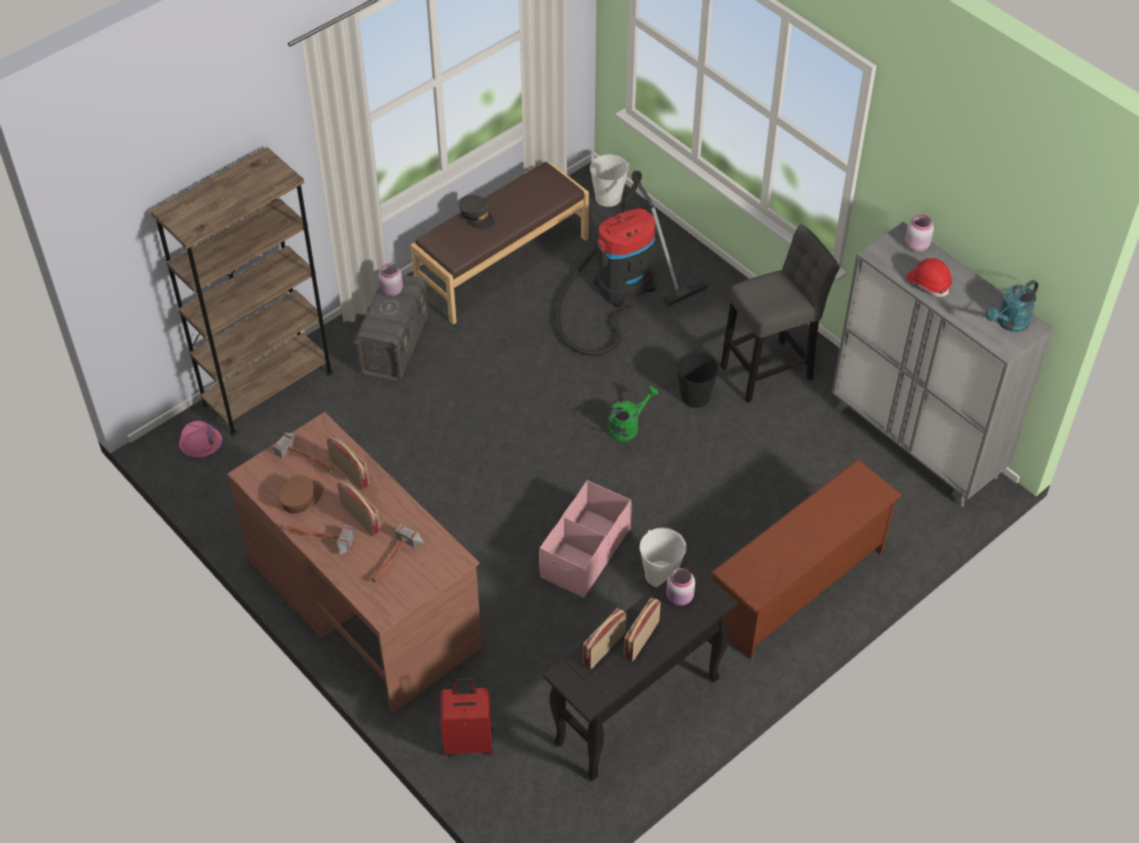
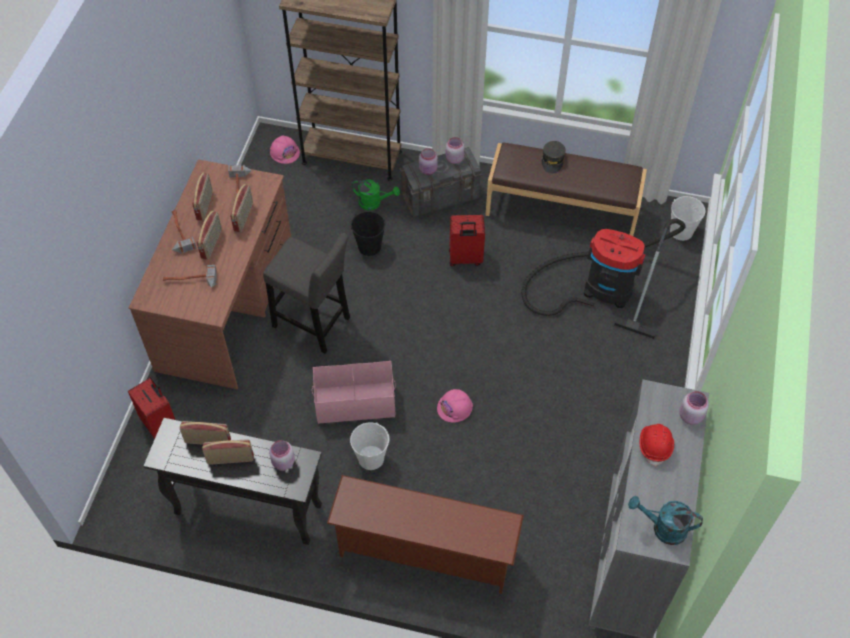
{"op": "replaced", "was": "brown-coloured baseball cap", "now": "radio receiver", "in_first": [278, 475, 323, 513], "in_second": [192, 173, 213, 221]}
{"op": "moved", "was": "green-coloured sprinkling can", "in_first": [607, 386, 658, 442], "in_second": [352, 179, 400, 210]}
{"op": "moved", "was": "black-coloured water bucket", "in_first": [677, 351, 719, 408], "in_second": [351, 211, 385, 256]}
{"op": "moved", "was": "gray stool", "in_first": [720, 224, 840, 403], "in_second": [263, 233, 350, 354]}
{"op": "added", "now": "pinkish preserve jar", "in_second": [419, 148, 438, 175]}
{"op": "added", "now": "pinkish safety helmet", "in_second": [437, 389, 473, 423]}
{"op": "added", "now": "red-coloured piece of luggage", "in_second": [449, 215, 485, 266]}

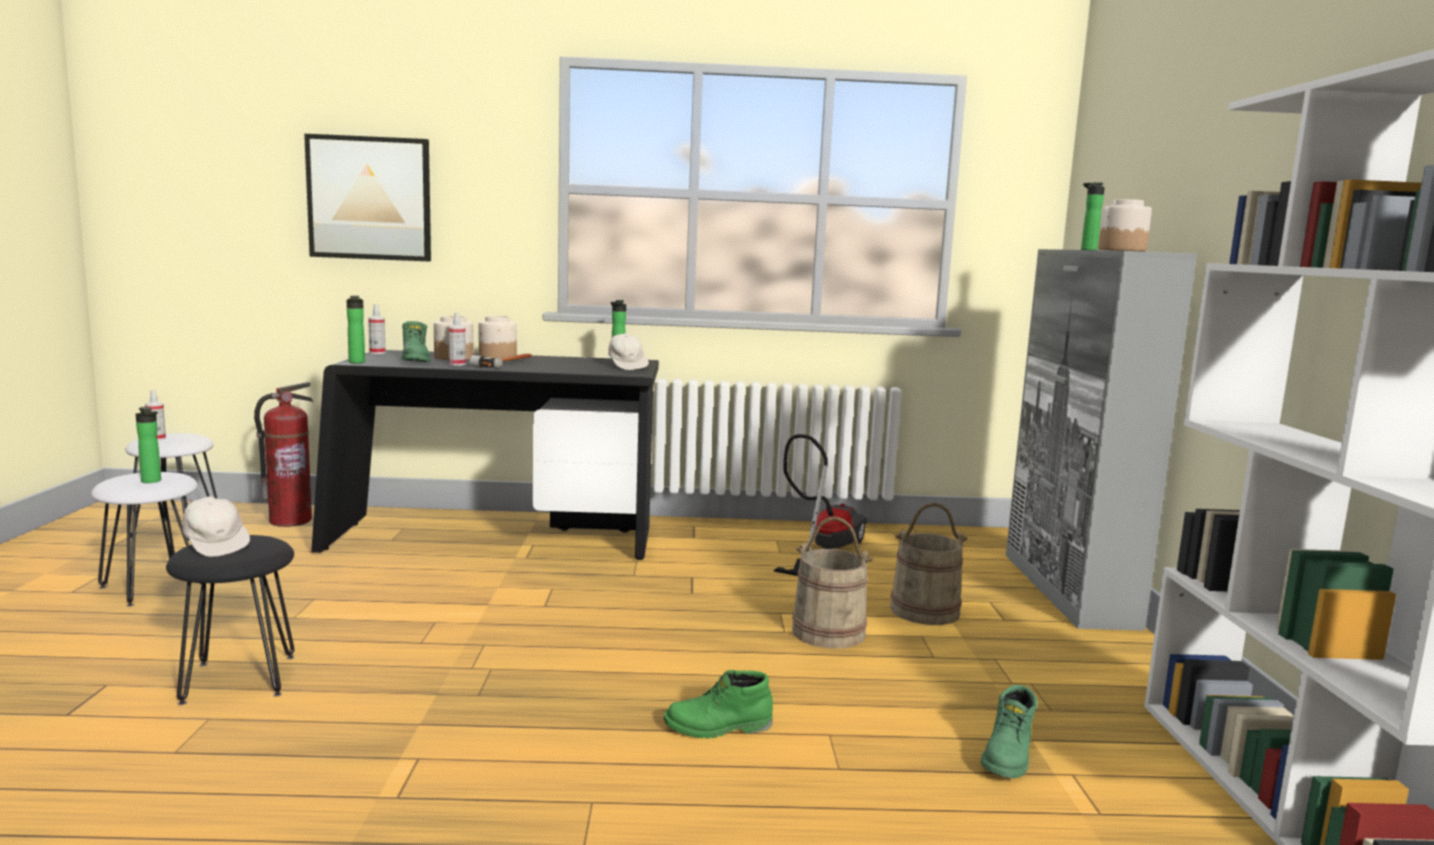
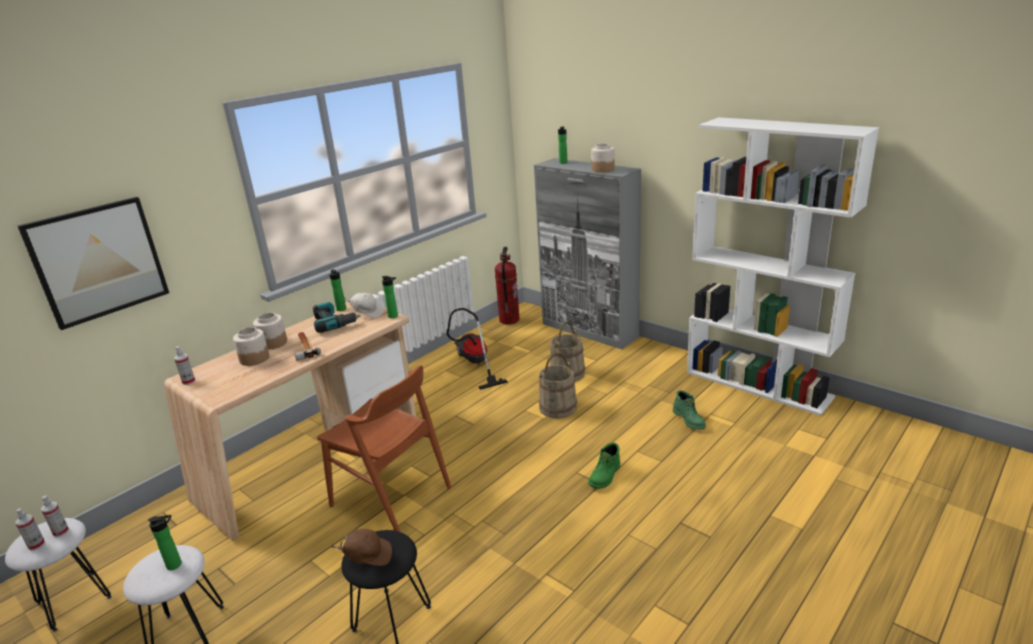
{"op": "recoloured", "was": "white-coloured baseball cap", "now": "brown-coloured baseball cap", "in_first": [183, 496, 250, 557], "in_second": [331, 529, 392, 566]}
{"op": "moved", "was": "extinguisher", "in_first": [254, 382, 314, 527], "in_second": [495, 247, 520, 325]}
{"op": "recoloured", "was": "black-coloured desk unit", "now": "beige desk unit", "in_first": [311, 350, 659, 560], "in_second": [164, 302, 416, 541]}
{"op": "moved", "was": "beverage bottle", "in_first": [347, 296, 365, 363], "in_second": [382, 276, 398, 318]}
{"op": "removed", "was": "green-coloured high-top boot", "in_first": [401, 321, 431, 362]}
{"op": "moved", "was": "spray bottle", "in_first": [448, 312, 466, 366], "in_second": [41, 496, 69, 537]}
{"op": "added", "now": "electric drill", "in_second": [313, 302, 360, 333]}
{"op": "added", "now": "brown-coloured plain chair", "in_second": [317, 366, 451, 532]}

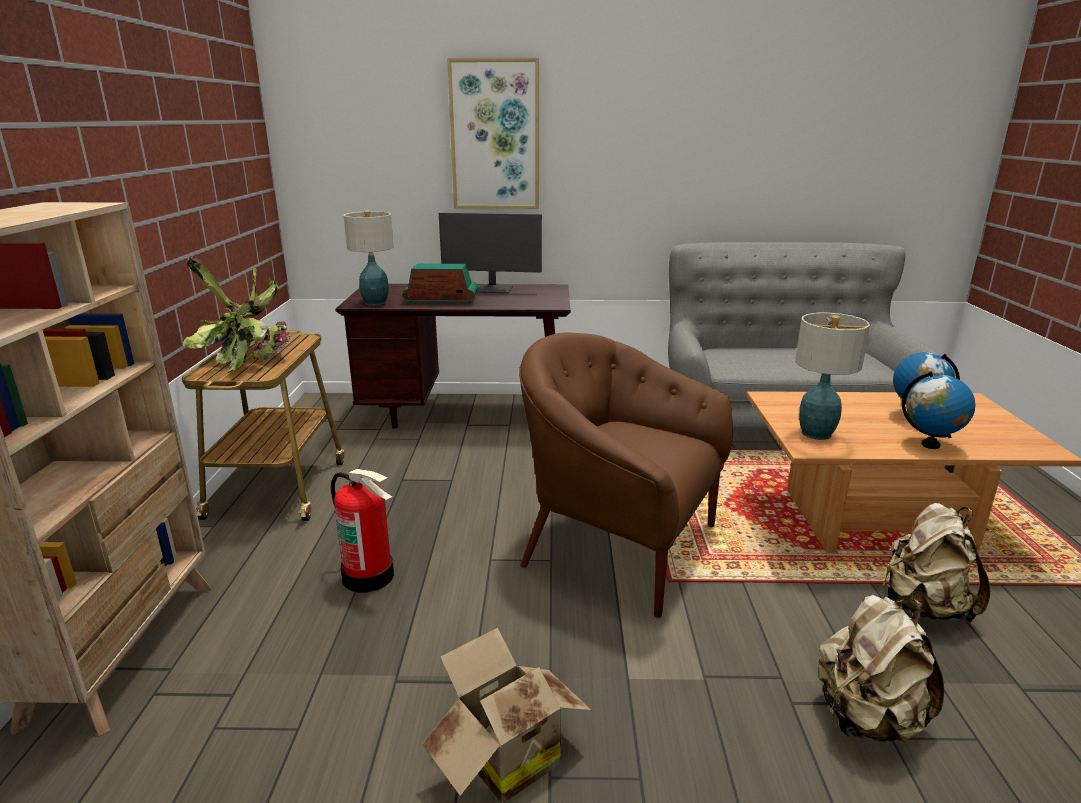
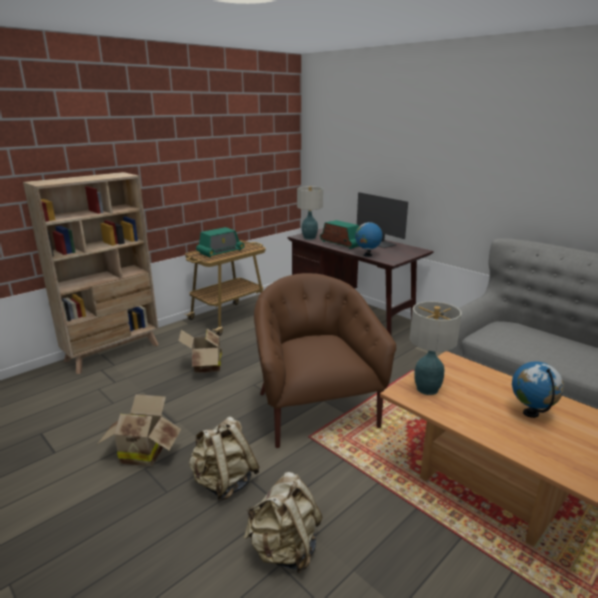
{"op": "replaced", "was": "potted plant", "now": "radio receiver", "in_first": [183, 256, 290, 373], "in_second": [196, 227, 245, 258]}
{"op": "replaced", "was": "extinguisher", "now": "packing box", "in_first": [331, 469, 394, 593], "in_second": [178, 328, 222, 373]}
{"op": "removed", "was": "picture", "in_first": [447, 58, 539, 209]}
{"op": "moved", "was": "beige backpack", "in_first": [882, 503, 991, 623], "in_second": [189, 416, 259, 501]}
{"op": "moved", "was": "world globe", "in_first": [902, 371, 975, 449], "in_second": [355, 220, 383, 257]}

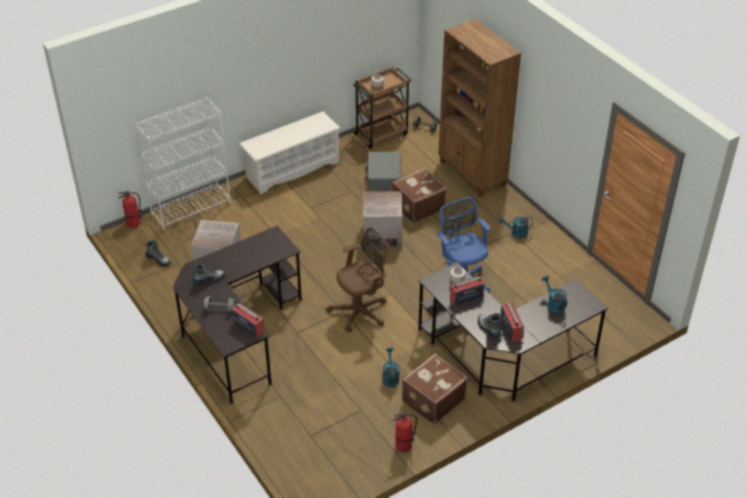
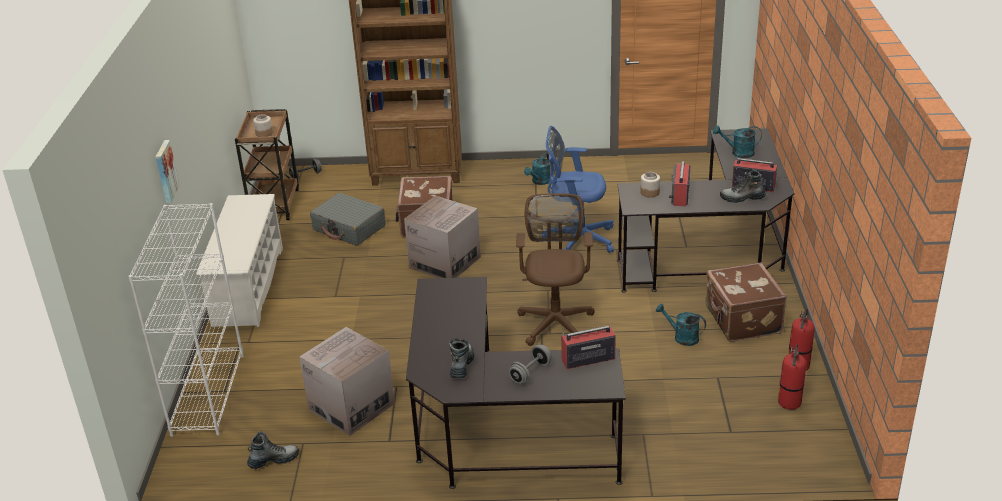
{"op": "moved", "was": "extinguisher", "in_first": [118, 191, 141, 228], "in_second": [778, 344, 806, 410]}
{"op": "added", "now": "picture", "in_second": [156, 140, 180, 203]}

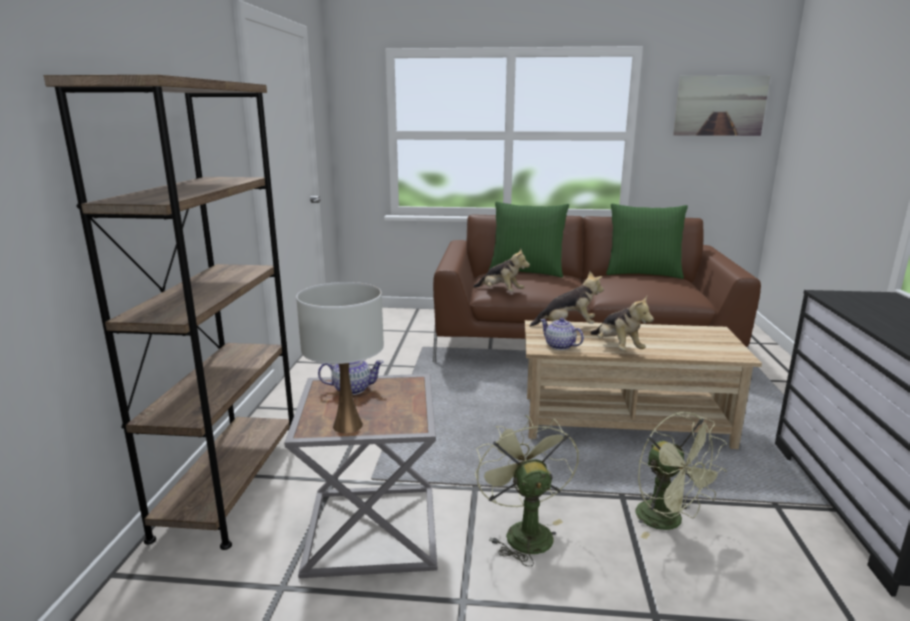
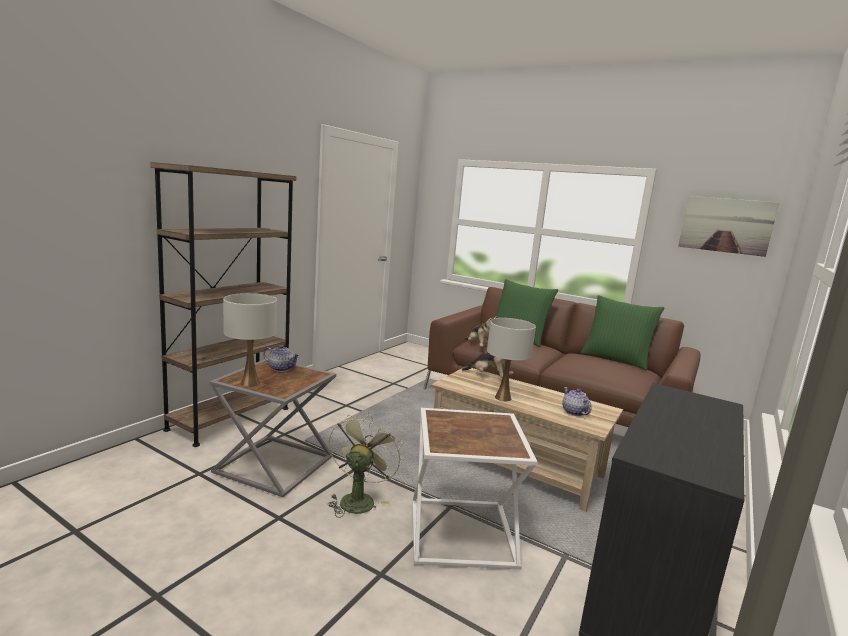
{"op": "moved", "was": "tea pot", "in_first": [540, 318, 584, 350], "in_second": [562, 387, 592, 416]}
{"op": "replaced", "was": "plush toy", "now": "white-coloured lamp for a table", "in_first": [590, 296, 654, 351], "in_second": [487, 318, 536, 401]}
{"op": "replaced", "was": "green-coloured cooling fan", "now": "white-coloured accent table", "in_first": [635, 412, 727, 539], "in_second": [412, 408, 538, 569]}

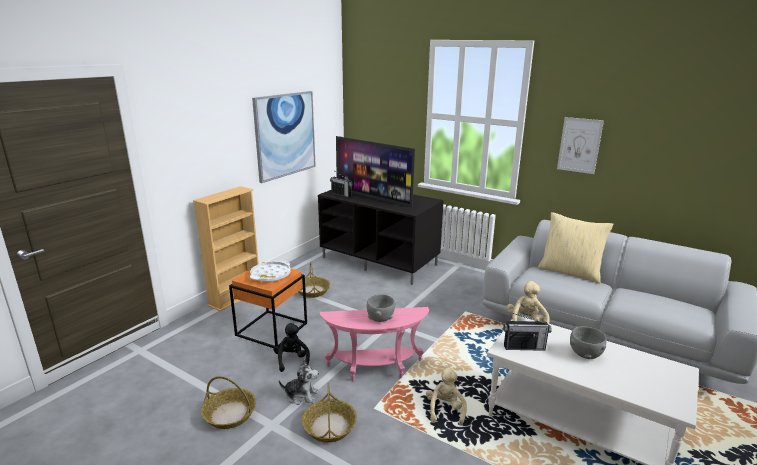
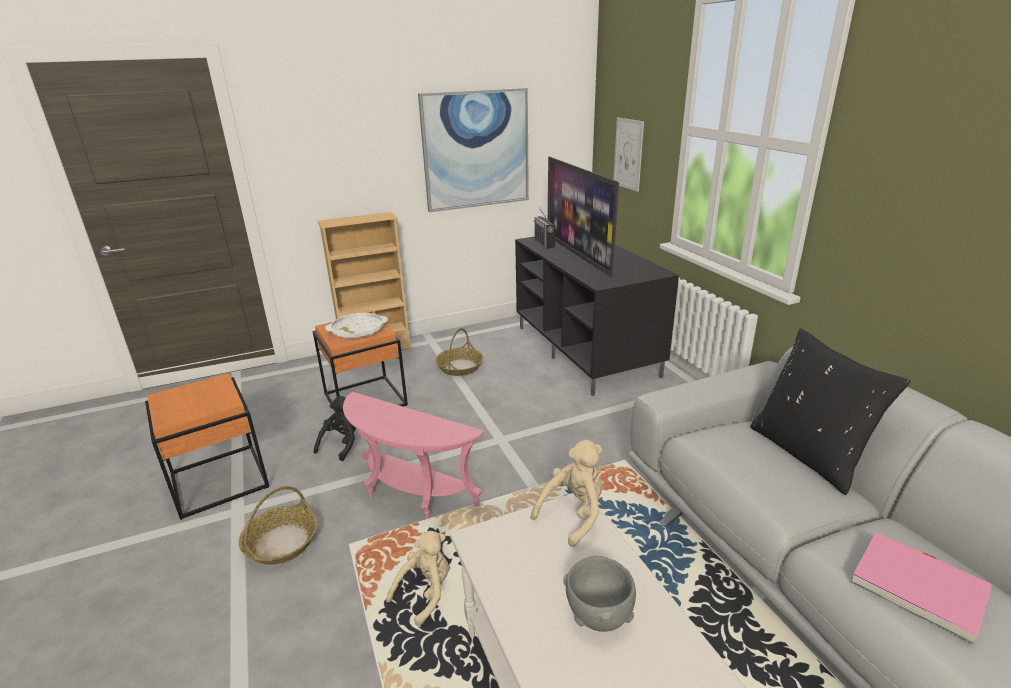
{"op": "replaced", "was": "basket", "now": "orange-coloured accent table", "in_first": [201, 376, 256, 429], "in_second": [145, 373, 270, 520]}
{"op": "removed", "was": "plush toy", "in_first": [279, 359, 319, 405]}
{"op": "removed", "was": "gray serving bowl", "in_first": [367, 294, 396, 322]}
{"op": "removed", "was": "radio receiver", "in_first": [503, 313, 552, 351]}
{"op": "recoloured", "was": "beige cushion", "now": "black-coloured cushion", "in_first": [538, 212, 613, 284], "in_second": [750, 328, 910, 495]}
{"op": "moved", "was": "picture", "in_first": [557, 117, 604, 174], "in_second": [613, 118, 644, 192]}
{"op": "added", "now": "pinkish bound book", "in_second": [851, 533, 992, 644]}

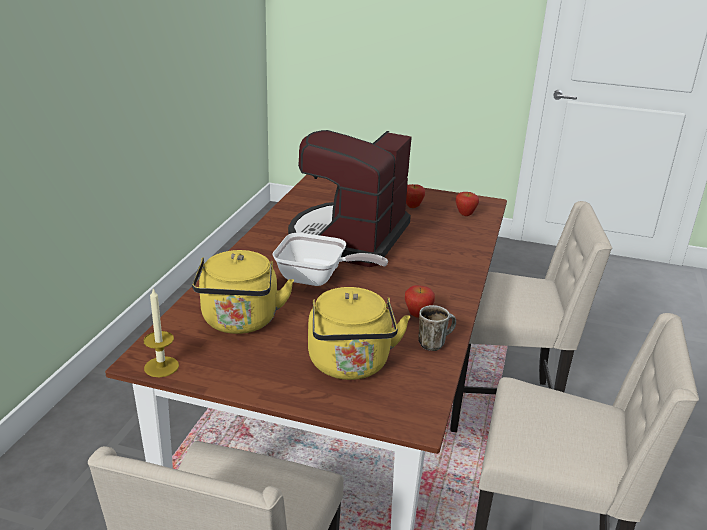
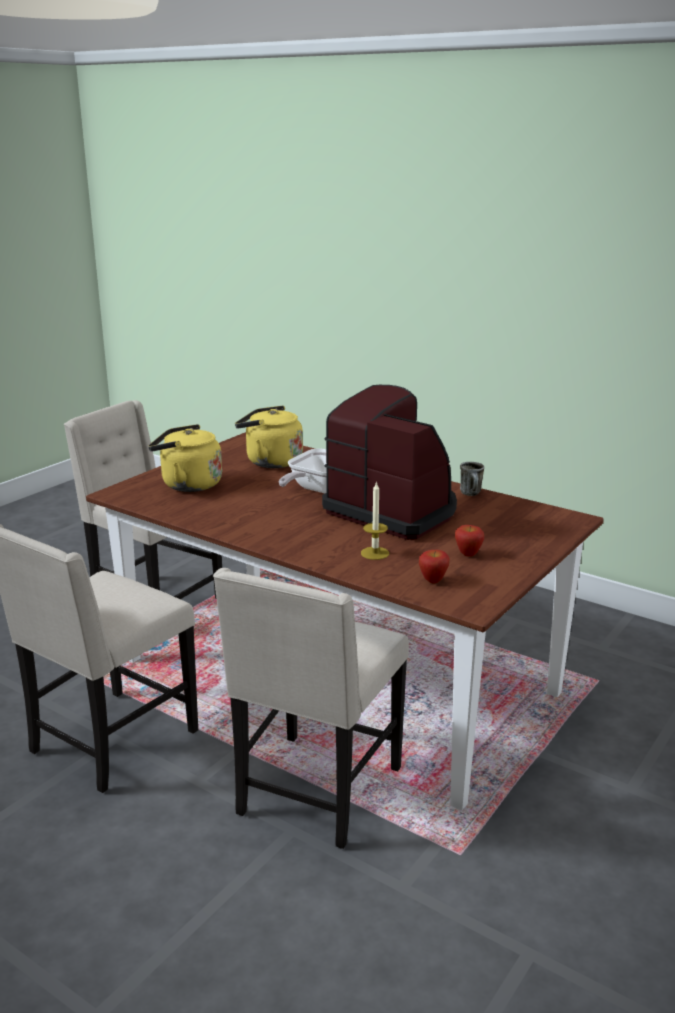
{"op": "moved", "was": "wax candle", "in_first": [144, 289, 179, 377], "in_second": [361, 481, 389, 560]}
{"op": "removed", "was": "apple", "in_first": [405, 285, 435, 318]}
{"op": "moved", "was": "tea mug", "in_first": [418, 305, 456, 351], "in_second": [460, 462, 484, 496]}

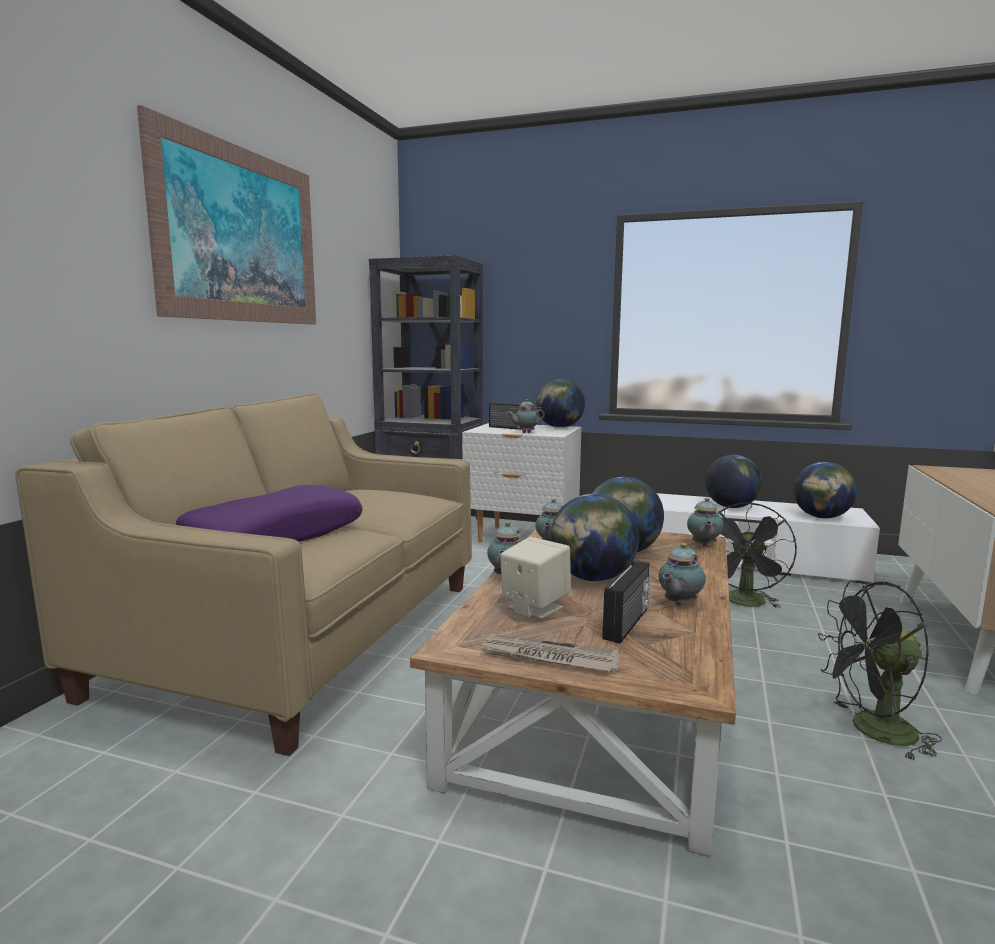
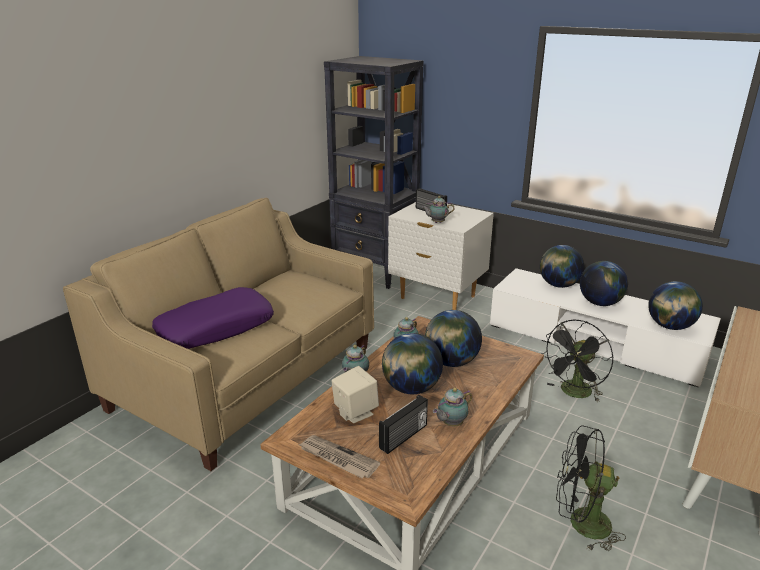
{"op": "removed", "was": "picture", "in_first": [137, 105, 316, 325]}
{"op": "moved", "was": "world globe", "in_first": [536, 379, 585, 428], "in_second": [540, 245, 584, 288]}
{"op": "removed", "was": "tea pot", "in_first": [687, 497, 724, 547]}

